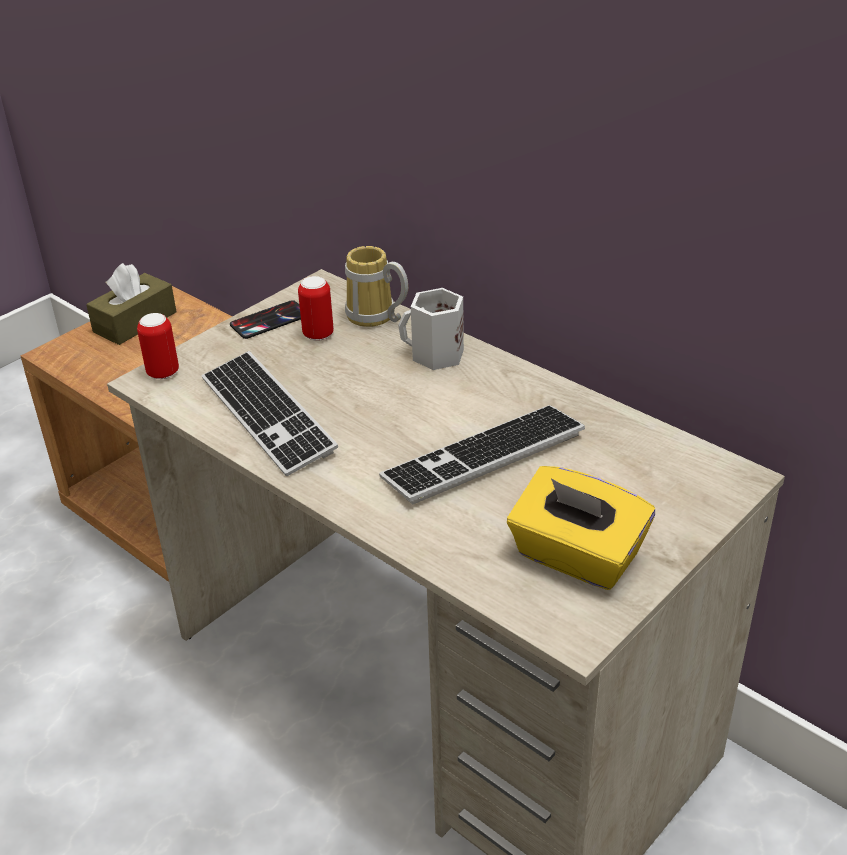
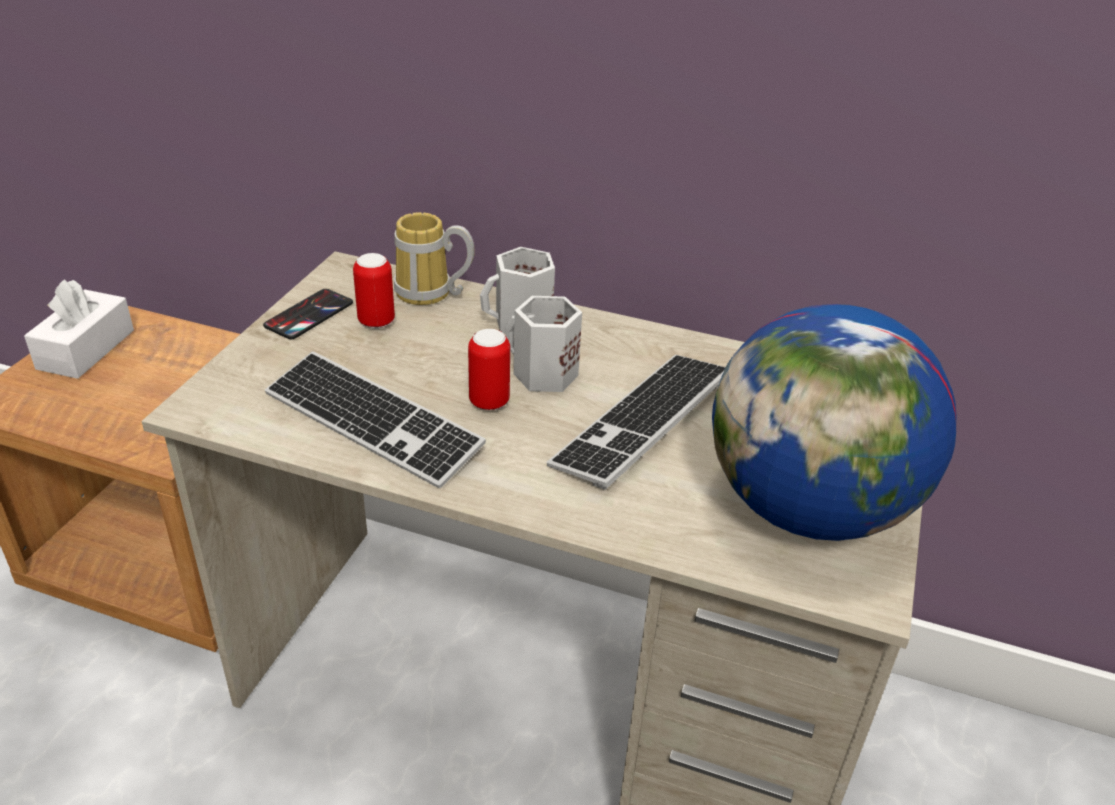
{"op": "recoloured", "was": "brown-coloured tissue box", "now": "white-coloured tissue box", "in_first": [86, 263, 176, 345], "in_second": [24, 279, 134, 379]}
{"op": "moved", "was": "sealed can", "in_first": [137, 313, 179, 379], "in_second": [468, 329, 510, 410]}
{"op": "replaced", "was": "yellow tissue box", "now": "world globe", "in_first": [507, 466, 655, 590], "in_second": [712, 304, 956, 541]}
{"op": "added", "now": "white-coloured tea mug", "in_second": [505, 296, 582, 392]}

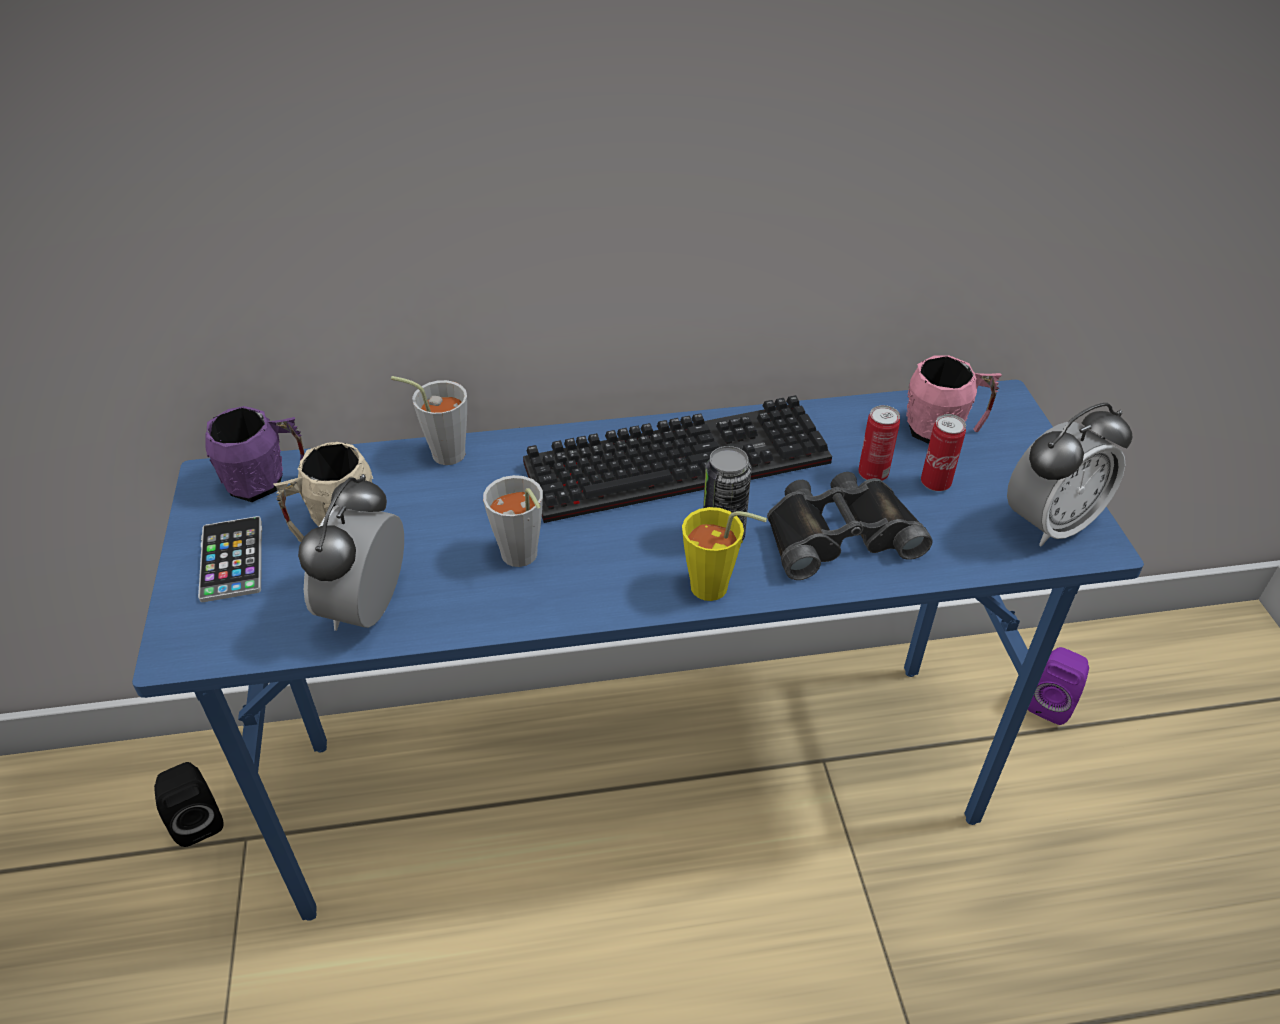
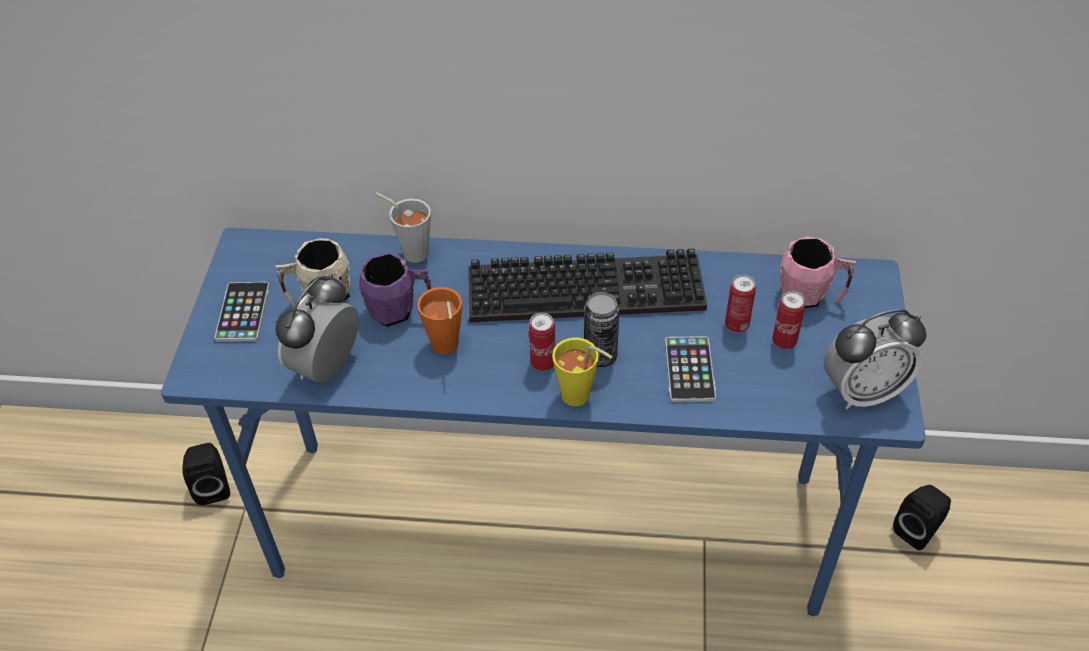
{"op": "moved", "was": "purple-coloured tea mug", "in_first": [205, 406, 304, 502], "in_second": [359, 253, 432, 327]}
{"op": "recoloured", "was": "gray small cup", "now": "orange-coloured small cup", "in_first": [483, 475, 543, 567], "in_second": [417, 287, 462, 354]}
{"op": "replaced", "was": "black-coloured field glasses", "now": "handset", "in_first": [767, 472, 933, 580], "in_second": [665, 336, 716, 402]}
{"op": "recoloured", "was": "purple-coloured audio speaker", "now": "black-coloured audio speaker", "in_first": [1028, 647, 1089, 725], "in_second": [893, 485, 951, 550]}
{"op": "added", "now": "sealed can", "in_second": [529, 312, 555, 371]}

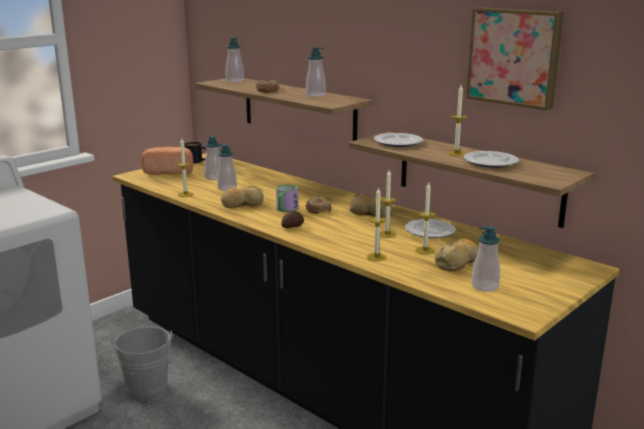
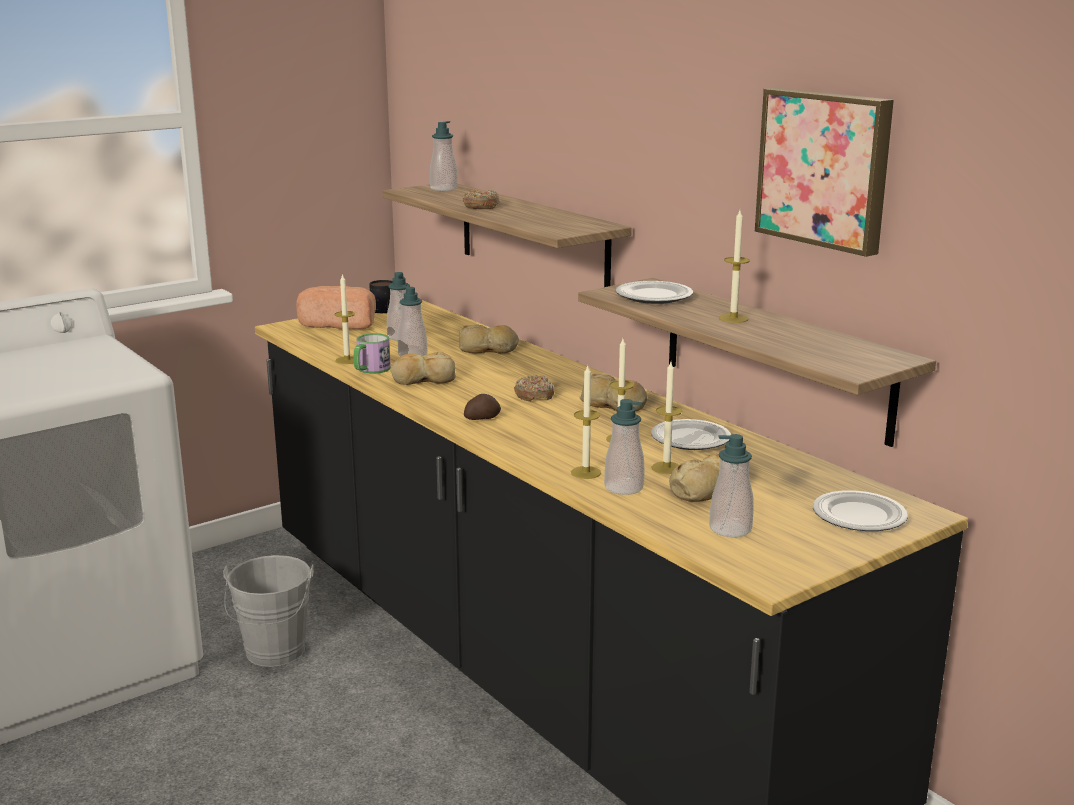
{"op": "moved", "was": "tea mug", "in_first": [276, 184, 298, 212], "in_second": [354, 333, 391, 374]}
{"op": "moved", "was": "soap dispenser", "in_first": [306, 47, 326, 97], "in_second": [604, 399, 645, 495]}
{"op": "moved", "was": "plate", "in_first": [463, 151, 519, 168], "in_second": [813, 490, 908, 531]}
{"op": "added", "now": "bread", "in_second": [459, 325, 519, 353]}

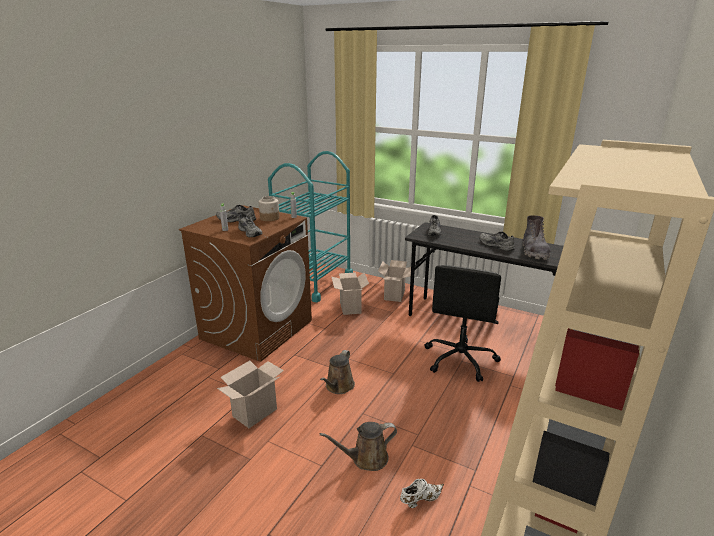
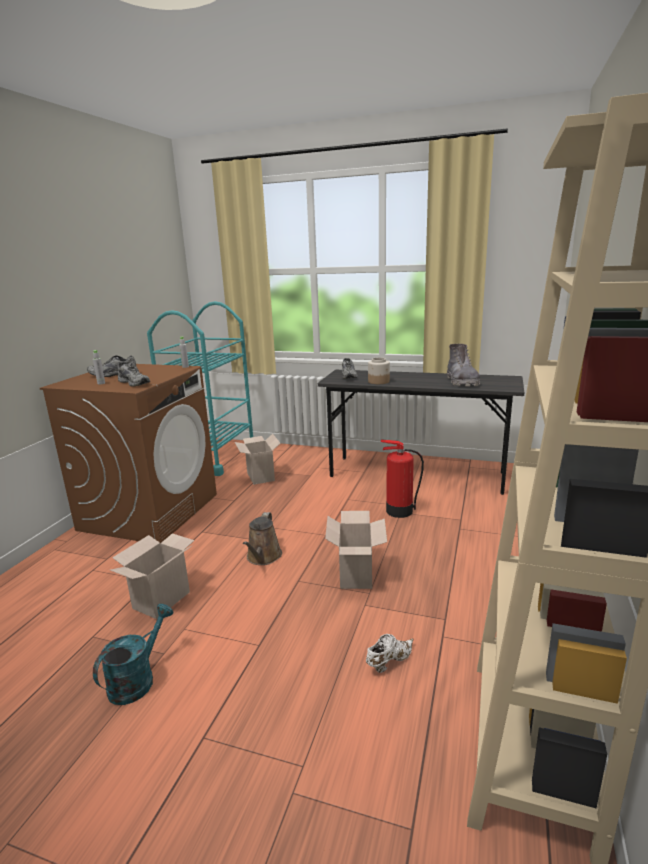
{"op": "moved", "was": "preserve jar", "in_first": [259, 196, 280, 221], "in_second": [368, 357, 390, 384]}
{"op": "removed", "was": "brown-coloured sprinkling can", "in_first": [320, 422, 397, 471]}
{"op": "moved", "was": "packing box", "in_first": [378, 260, 411, 302], "in_second": [325, 511, 387, 589]}
{"op": "replaced", "was": "black-coloured desk chair", "now": "extinguisher", "in_first": [425, 265, 501, 382], "in_second": [381, 439, 424, 518]}
{"op": "removed", "was": "gray low shoe", "in_first": [479, 232, 515, 251]}
{"op": "added", "now": "turquoise-coloured sprinkling can", "in_second": [93, 604, 173, 705]}

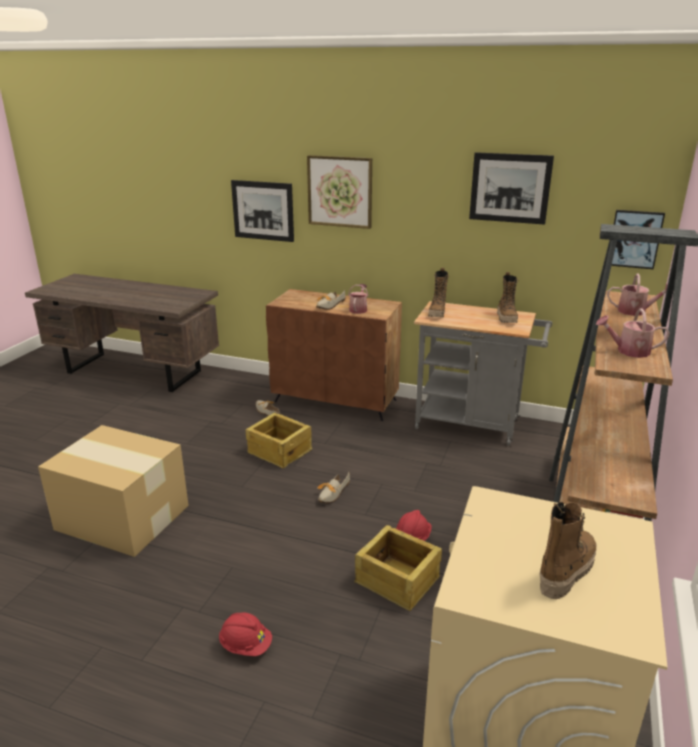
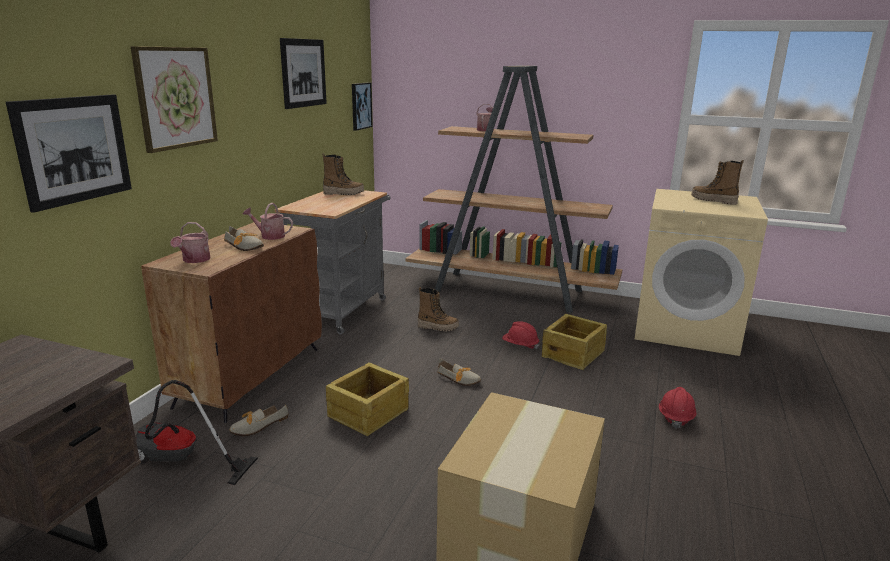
{"op": "moved", "was": "high-top boot", "in_first": [428, 268, 449, 318], "in_second": [417, 287, 459, 331]}
{"op": "moved", "was": "sprinkling can", "in_first": [596, 308, 670, 358], "in_second": [170, 222, 211, 263]}
{"op": "added", "now": "vacuum", "in_second": [136, 380, 258, 485]}

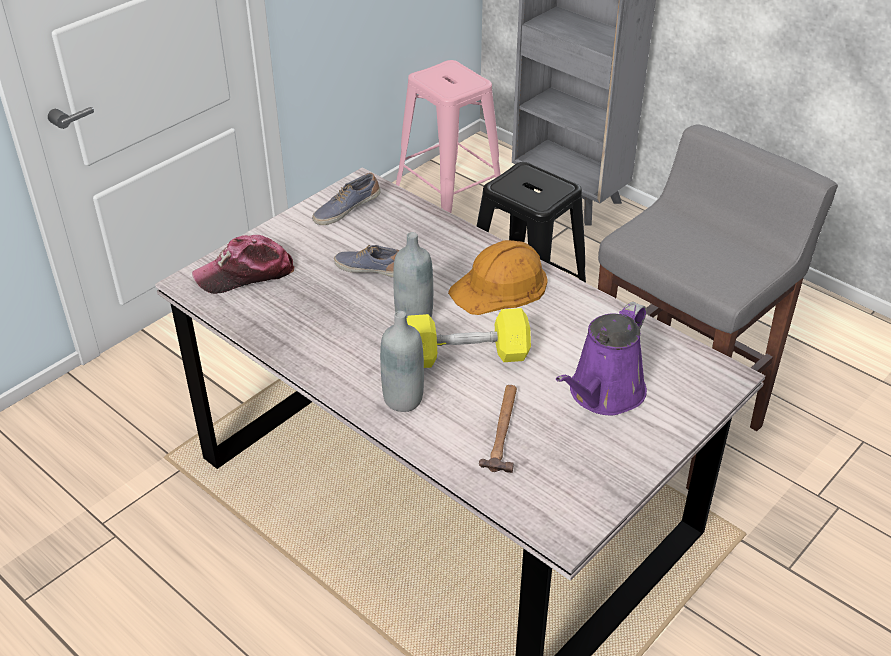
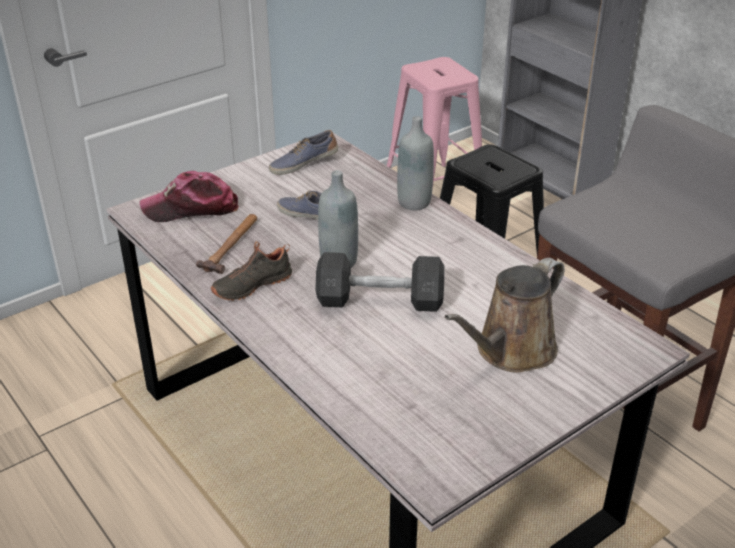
{"op": "moved", "was": "gray beverage bottle", "in_first": [380, 311, 424, 412], "in_second": [397, 116, 434, 211]}
{"op": "recoloured", "was": "yellow dumbbell", "now": "gray dumbbell", "in_first": [407, 308, 531, 368], "in_second": [315, 252, 445, 312]}
{"op": "removed", "was": "orange-coloured safety helmet", "in_first": [448, 240, 548, 315]}
{"op": "moved", "was": "hammer", "in_first": [479, 385, 517, 473], "in_second": [196, 214, 257, 274]}
{"op": "recoloured", "was": "purple-coloured sprinkling can", "now": "brown-coloured sprinkling can", "in_first": [556, 302, 647, 415], "in_second": [444, 258, 565, 373]}
{"op": "added", "now": "black-coloured low shoe", "in_second": [211, 241, 292, 301]}

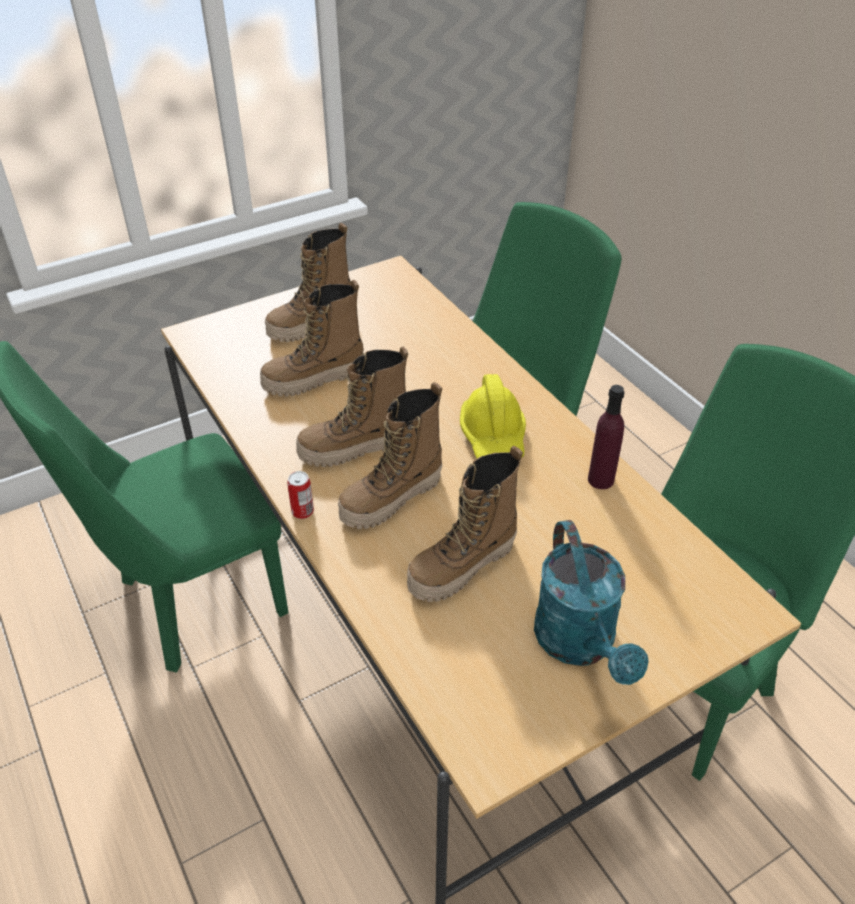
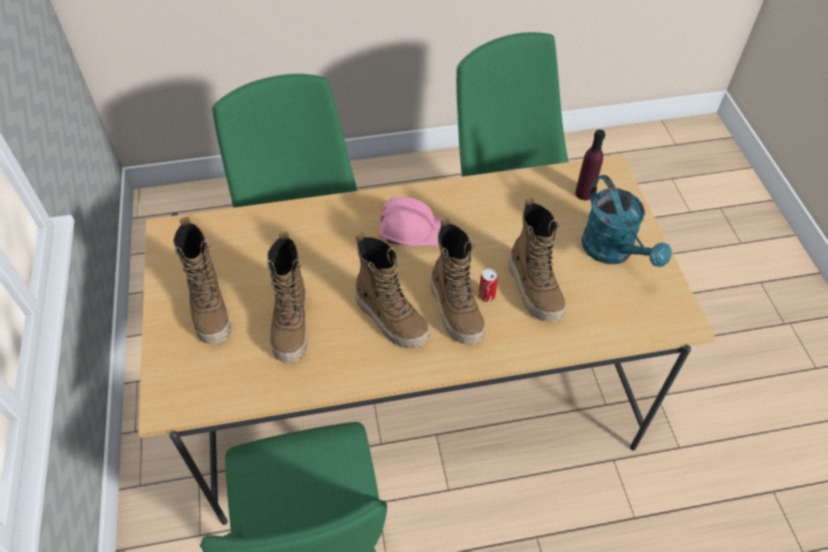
{"op": "moved", "was": "sealed can", "in_first": [287, 471, 314, 519], "in_second": [479, 269, 498, 302]}
{"op": "turned", "was": "high-top boot", "in_first": [296, 346, 408, 467], "in_second": [355, 232, 429, 348], "clockwise": -45}
{"op": "recoloured", "was": "yellow safety helmet", "now": "pinkish safety helmet", "in_first": [460, 374, 526, 458], "in_second": [379, 197, 454, 247]}
{"op": "turned", "was": "turquoise-coloured sprinkling can", "in_first": [534, 520, 649, 685], "in_second": [581, 175, 672, 267], "clockwise": 60}
{"op": "moved", "was": "purple-coloured beverage bottle", "in_first": [588, 385, 625, 489], "in_second": [575, 129, 605, 200]}

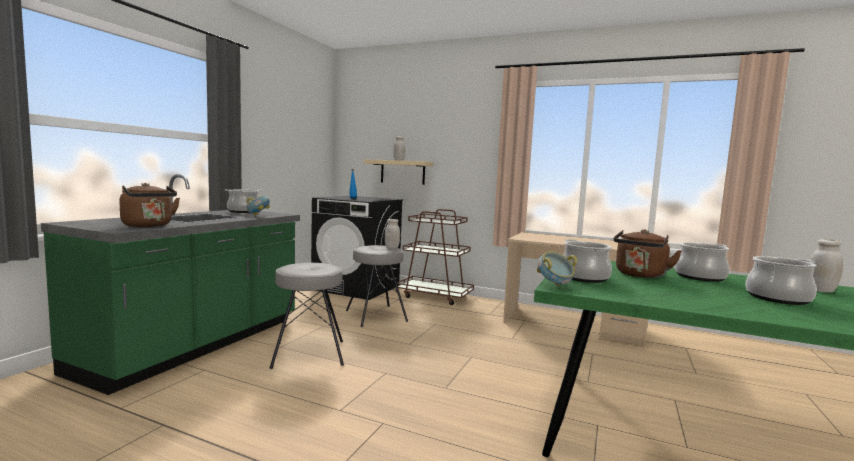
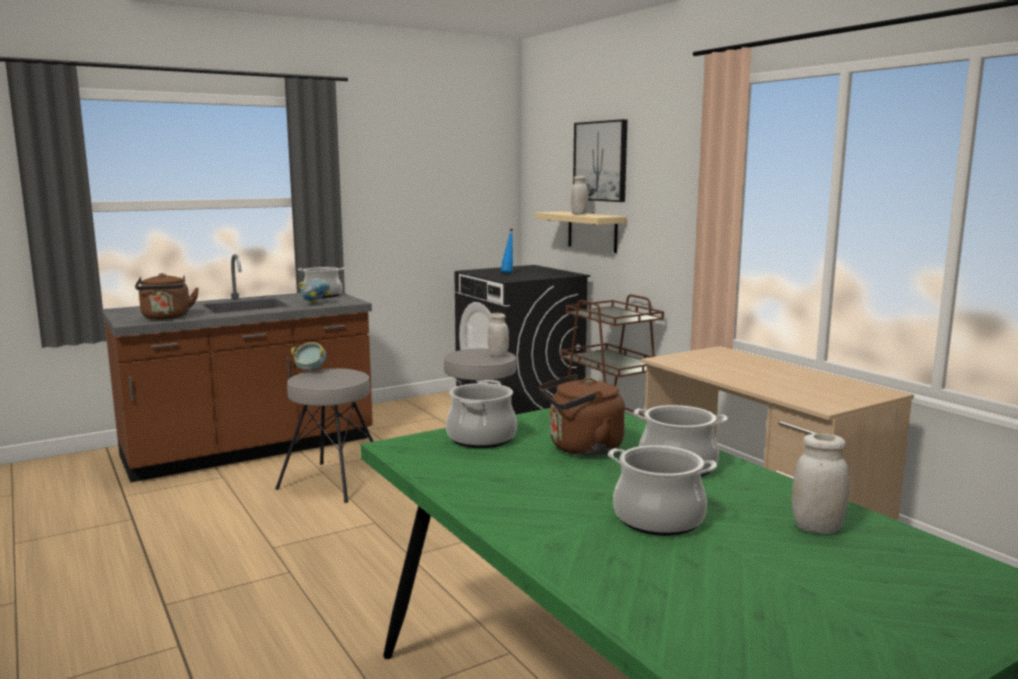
{"op": "recoloured", "was": "green-coloured counter", "now": "brown-coloured counter", "in_first": [41, 174, 300, 395], "in_second": [101, 254, 373, 483]}
{"op": "moved", "was": "serving bowl", "in_first": [537, 251, 578, 286], "in_second": [291, 342, 326, 372]}
{"op": "added", "now": "picture", "in_second": [573, 119, 627, 202]}

